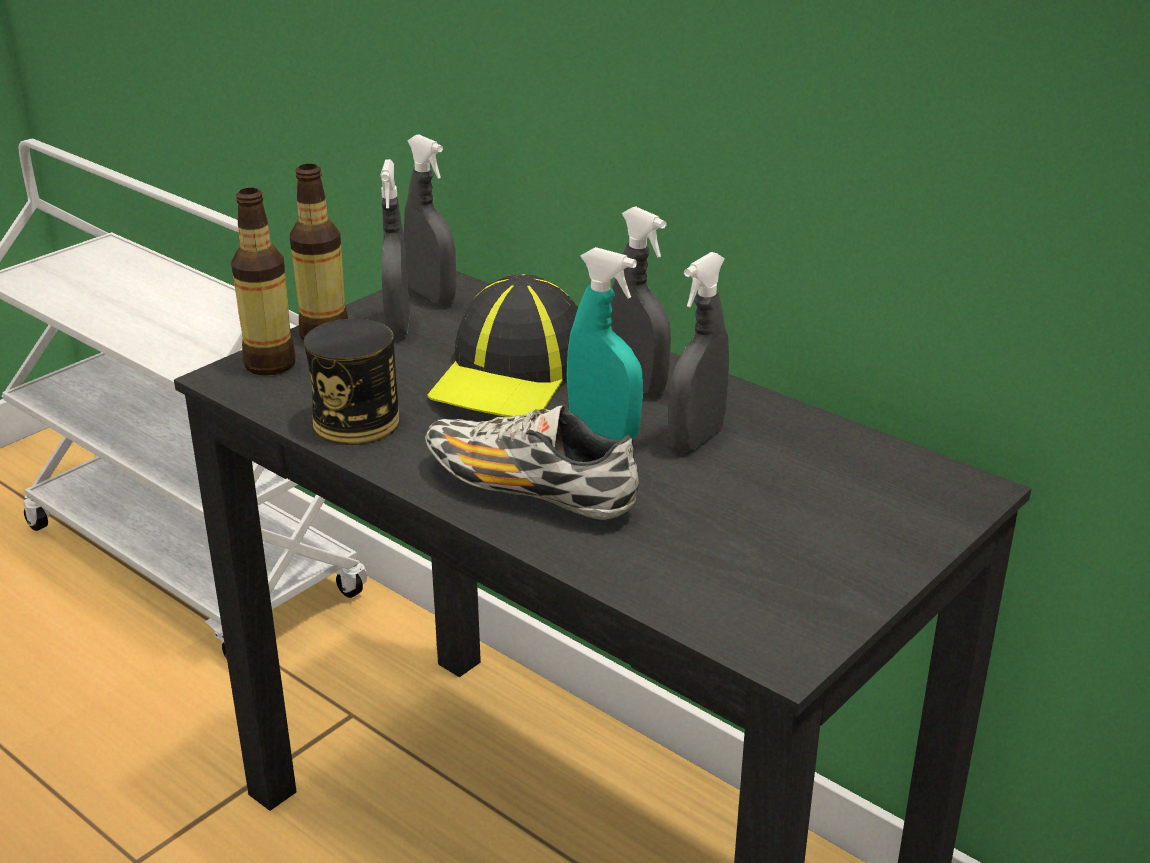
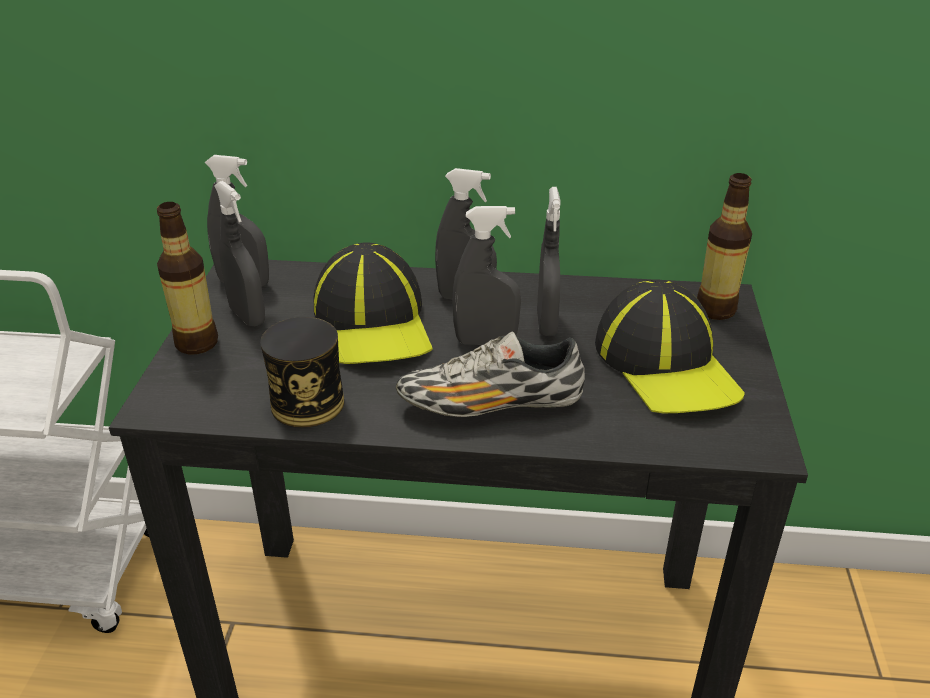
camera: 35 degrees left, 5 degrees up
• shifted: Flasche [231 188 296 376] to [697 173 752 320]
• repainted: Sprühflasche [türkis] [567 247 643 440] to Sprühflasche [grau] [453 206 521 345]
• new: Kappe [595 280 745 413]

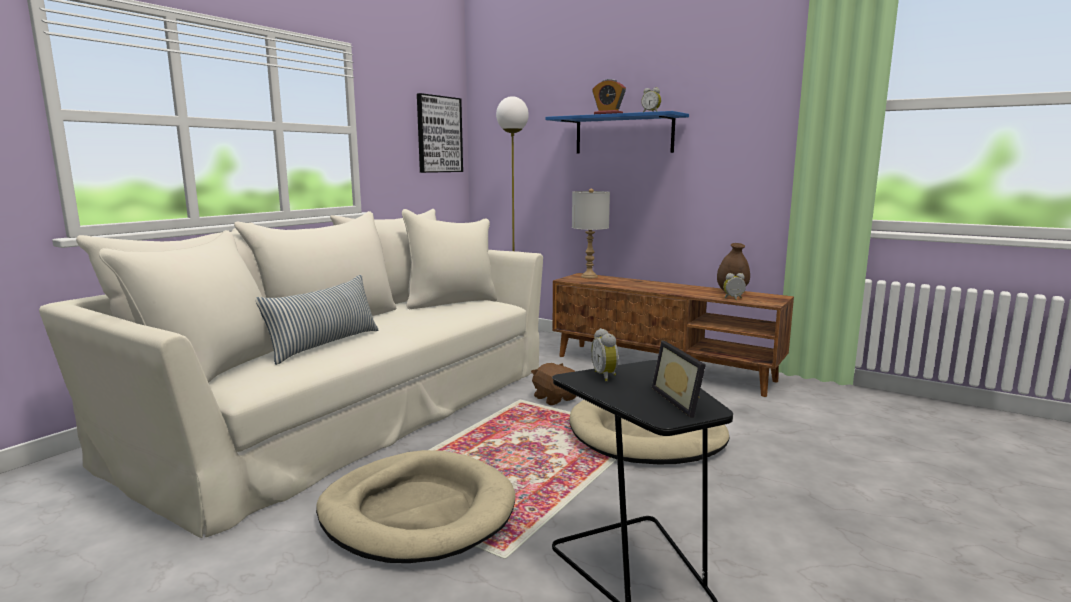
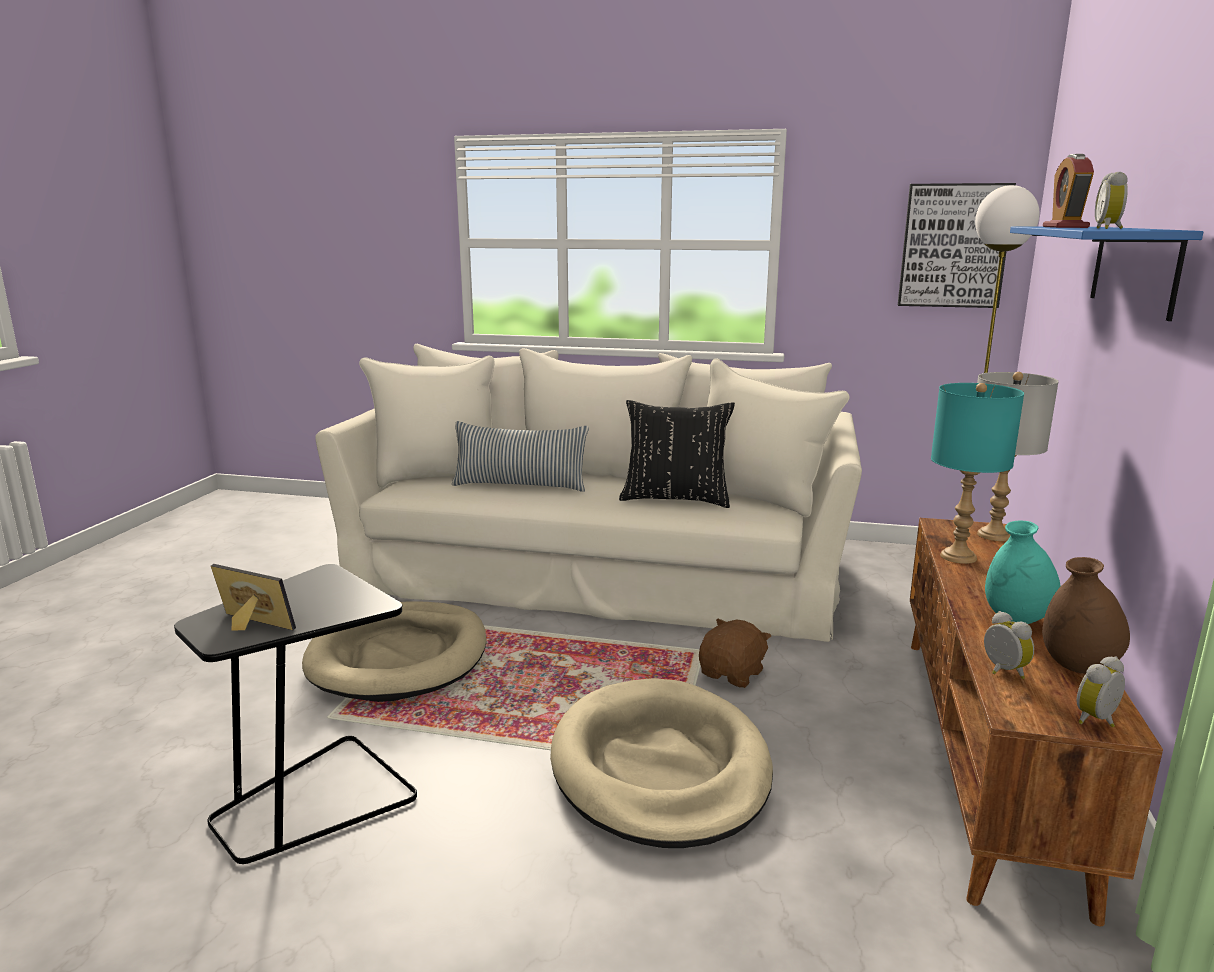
camera: 70 degrees right, 5 degrees up
• shifted: Wecker [591 328 619 381] to [1076 656 1125 727]
• rotated: Bilderrahmen [652 341 706 418] = [211 564 296 631] 60 degrees clockwise
• new: Kissen [schwarz] [619 400 735 508]
• new: Tischlampe [türkis] [931 383 1024 564]
• new: Vase [türkis] [985 520 1061 624]

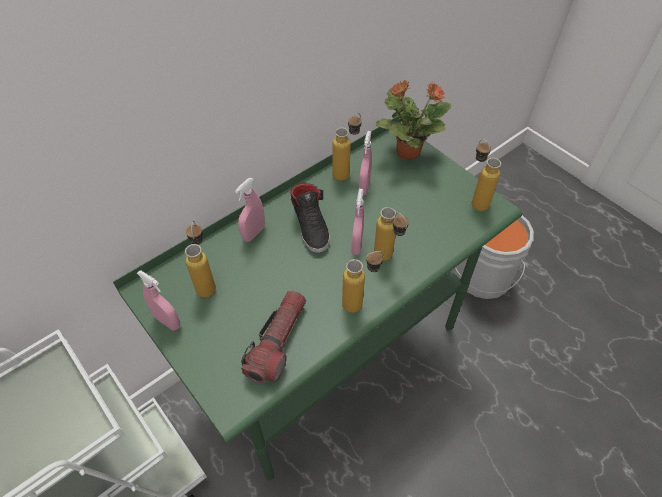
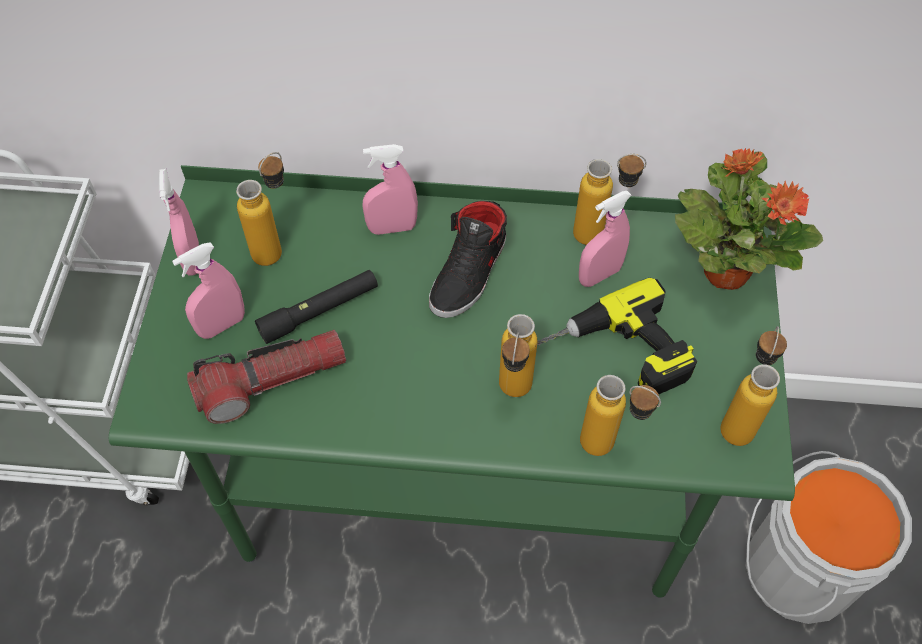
camera: 45 degrees right, 5 degrees up
• shifted: Flasche [342 251 384 313] to [580 375 661 456]
• shifted: Sprühflasche [rosa] [351 189 364 255] to [172 242 245 339]
• new: Taschenlampe [schwarz] [255 270 378 344]
• new: Bohrmaschine [537 278 697 394]

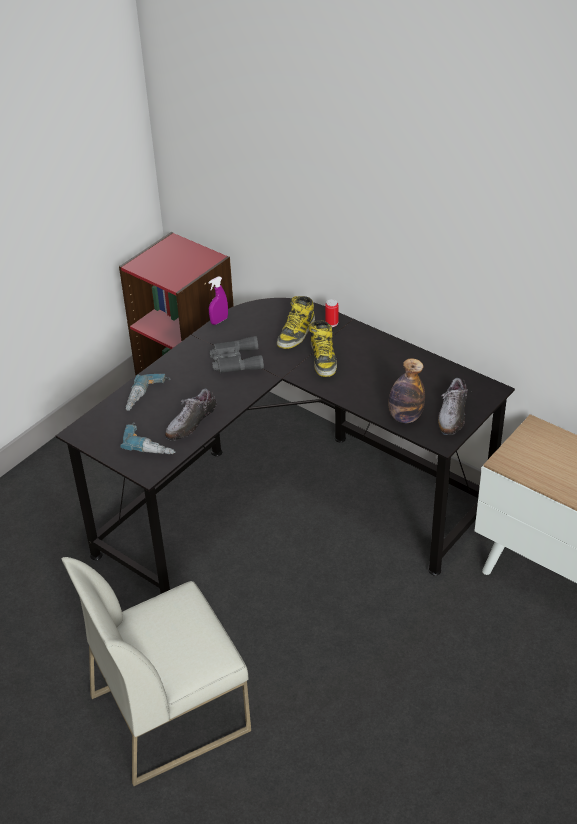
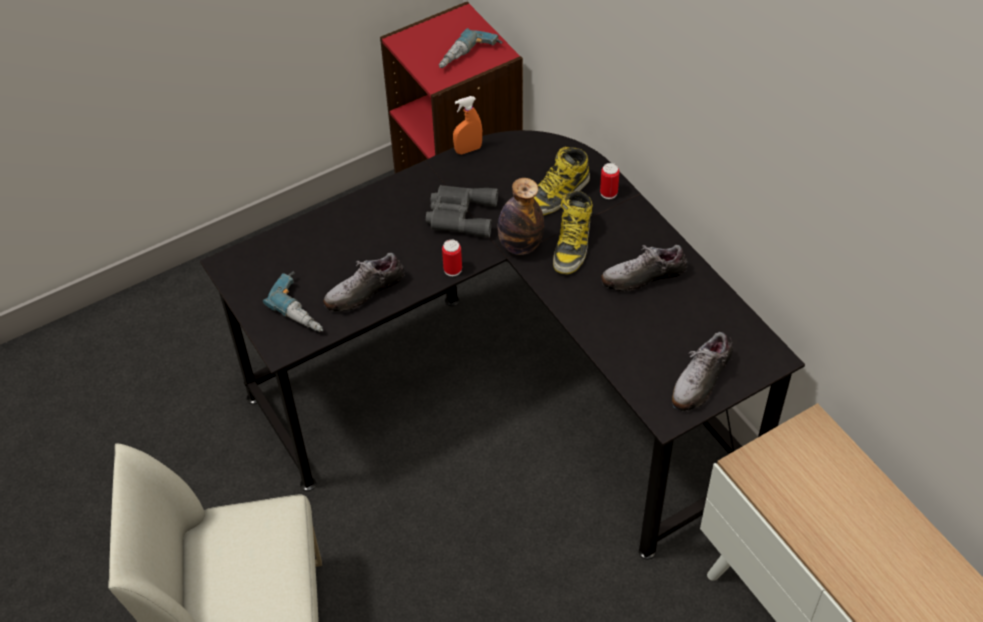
camera: 20 degrees right, 10 degrees up
• shifted: Bohrmaschine [126 374 171 411] to [439 28 503 68]
• repainted: Sprühflasche [lila] [208 276 228 325] to Sprühflasche [orange] [453 96 482 154]
• shifted: Flasche [388 358 425 423] to [497 178 544 255]
• new: Dose [442 240 462 276]
• new: Schuh [601 245 688 292]

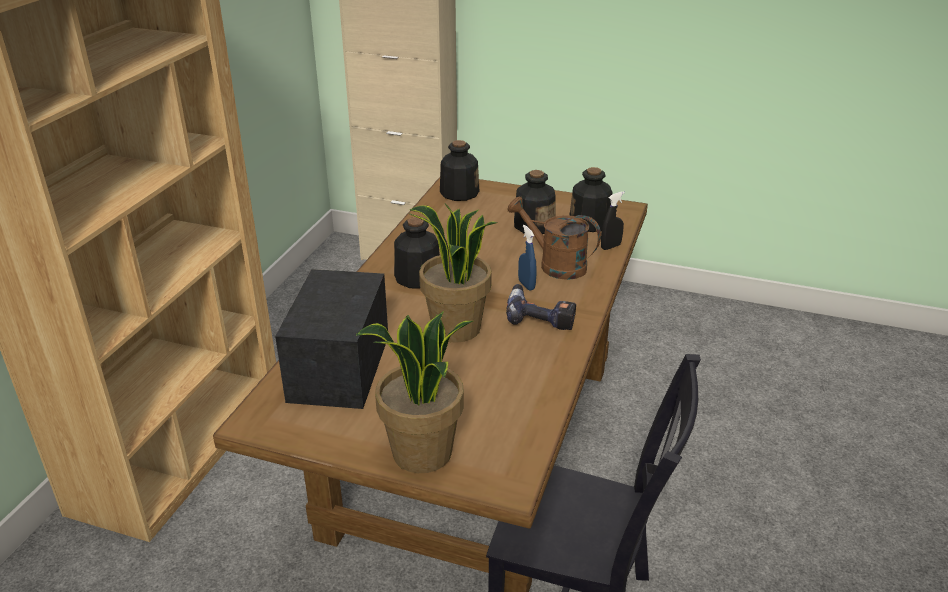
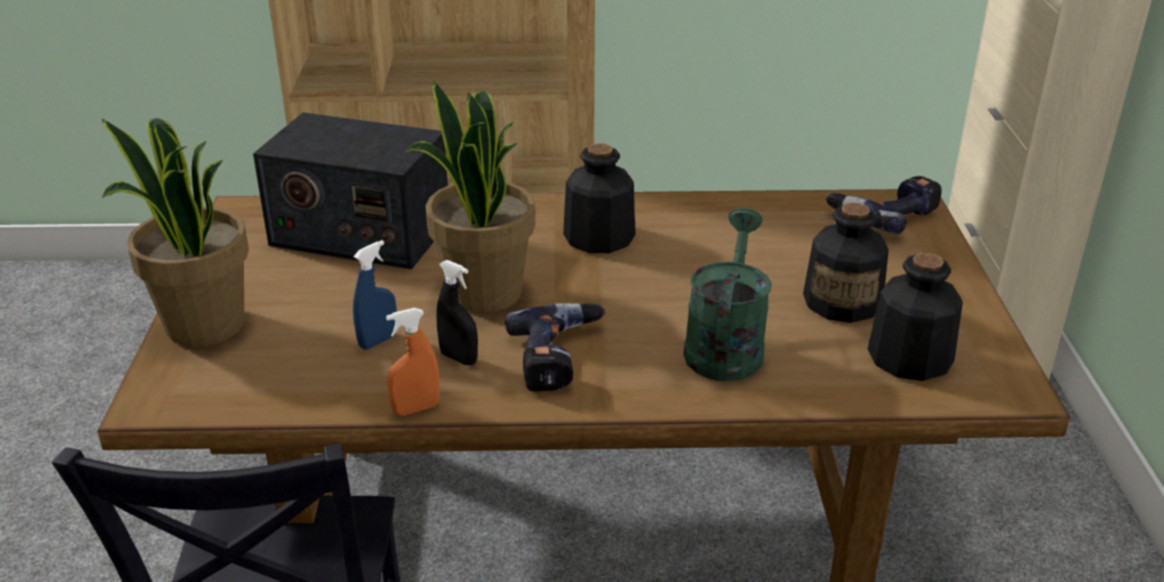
camera: 70 degrees right, 0 degrees up
• rotated: Radio [275 269 388 409] = [253 112 448 269] 150 degrees counterclockwise
• swapped: Flasche [440 140 480 201] to Bohrmaschine [826 176 942 234]
• repainted: Gießkanne [braun] [507 196 601 280] to Gießkanne [grün] [683 208 772 381]
• shifted: Sprühflasche [blau] [518 225 537 290] to [353 240 397 349]
• shifted: Sprühflasche [schwarz] [601 191 625 250] to [436 260 478 365]
• new: Sprühflasche [orange] [386 308 440 416]

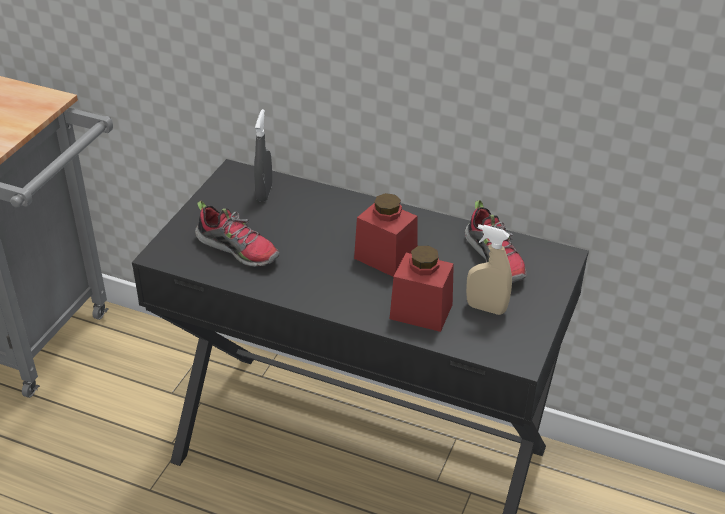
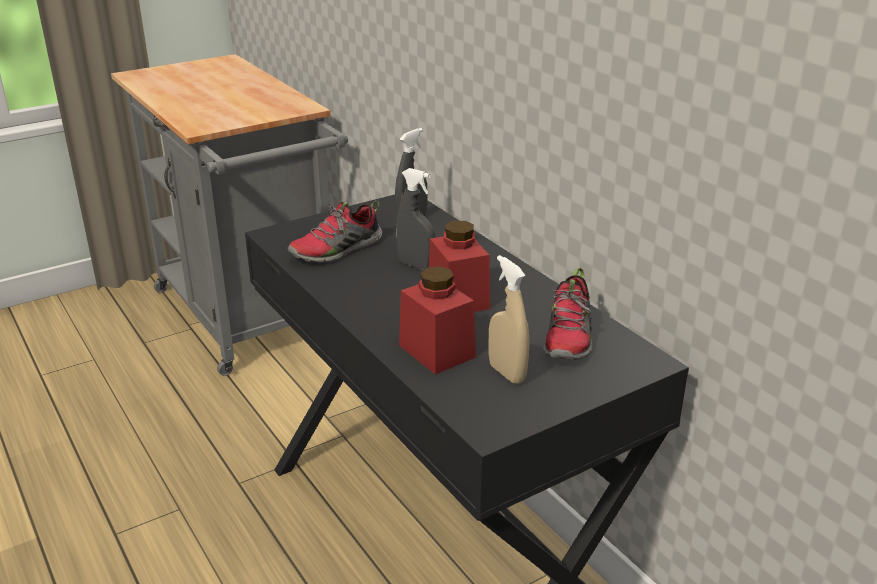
camera: 35 degrees right, 10 degrees down
• rotated: Schuh [195 201 279 267] = [288 201 382 263] 75 degrees clockwise
• new: Sprühflasche [grau] [396 168 435 270]

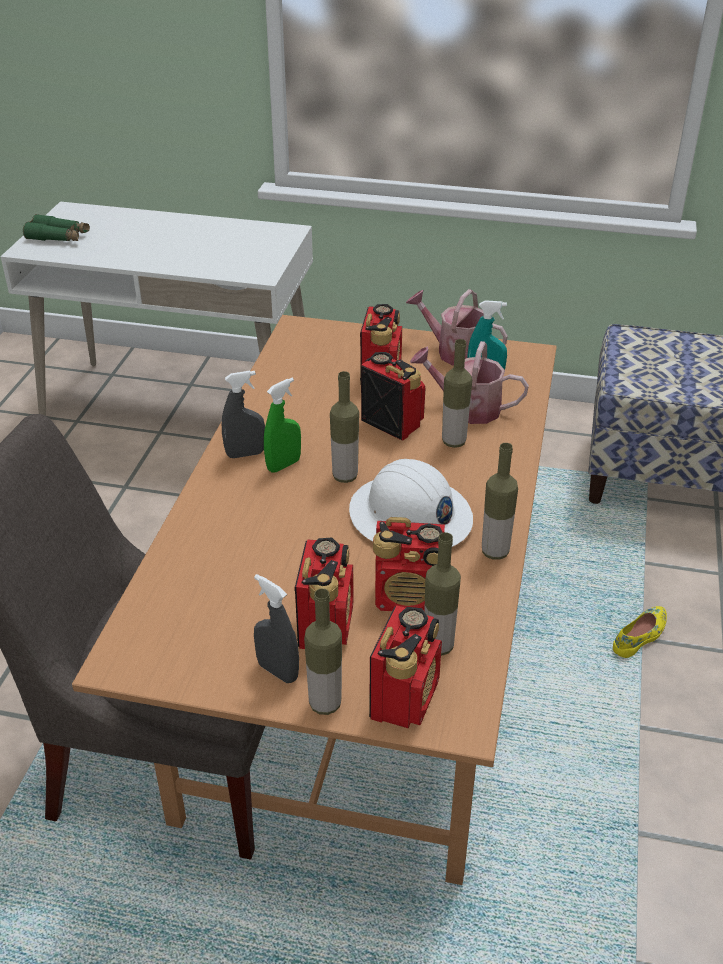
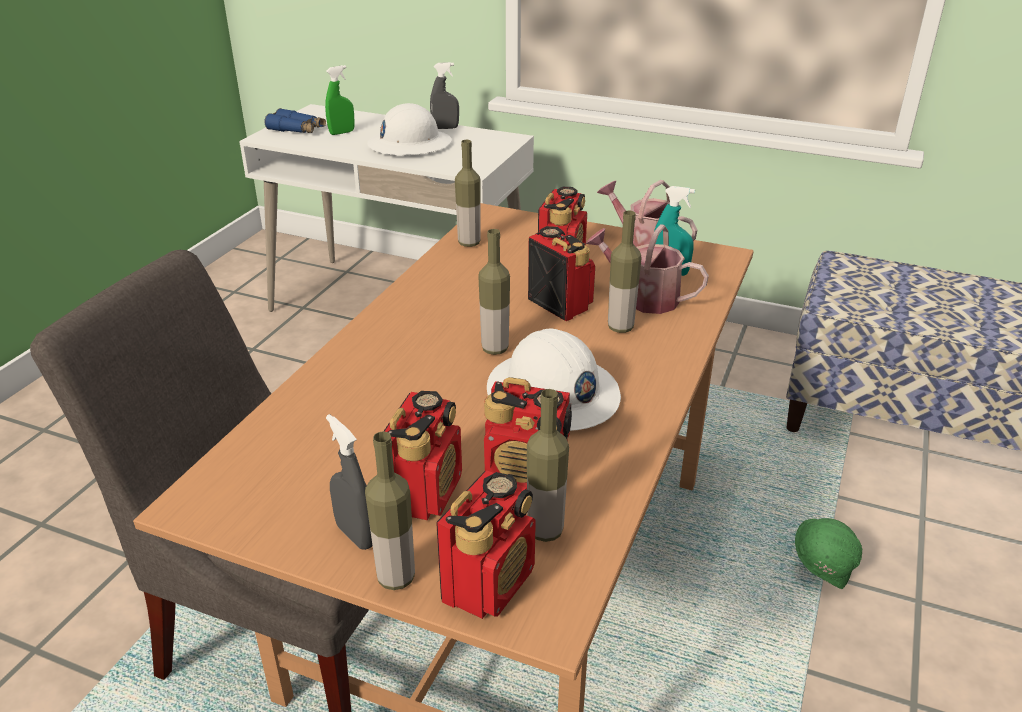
camera: 10 degrees right, 5 degrees down
• repainted: Fernglas [grün] [23 214 90 241] to Fernglas [blau] [264 108 326 133]
• shifted: Sprühflasche [grau] [222 371 265 458] to [430 62 459 129]
• shifted: Sprühflasche [grün] [264 378 301 473] to [325 65 355 135]
• shifted: Flasche [482 443 518 560] to [455 140 481 247]
• swapped: Schuh [gelb] [613 606 667 658] to Schutzhelm [grün] [795 518 862 589]
• new: Schutzhelm [weiß] [367 103 452 155]

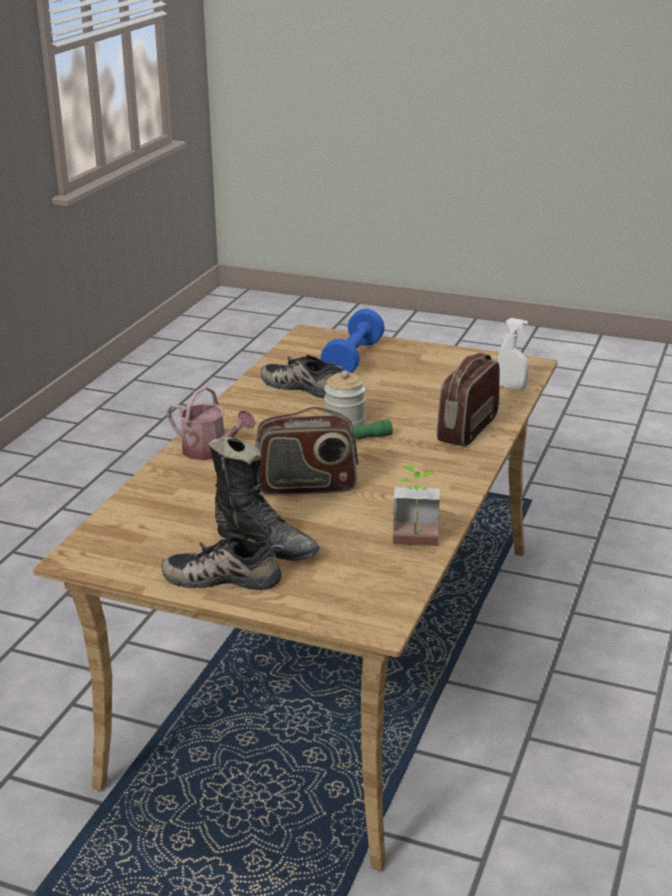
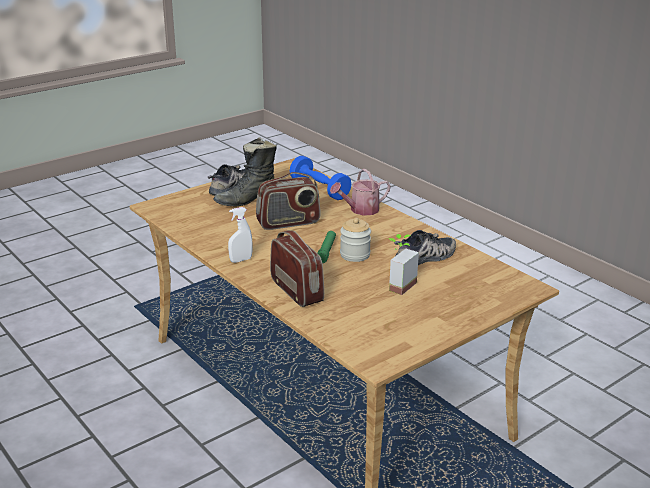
camera: 120 degrees right, 0 degrees up
• rotated: Radio [255 407 358 495] = [256 172 320 230] 135 degrees counterclockwise
• shifted: Hantel [blau] [321 309 385 373] to [290 156 351 200]
• shifted: Topfpflanze [393 465 440 546] to [389 234 419 295]
• shifted: Sprühflasche [weiß] [497 318 529 390] to [228 207 252 263]

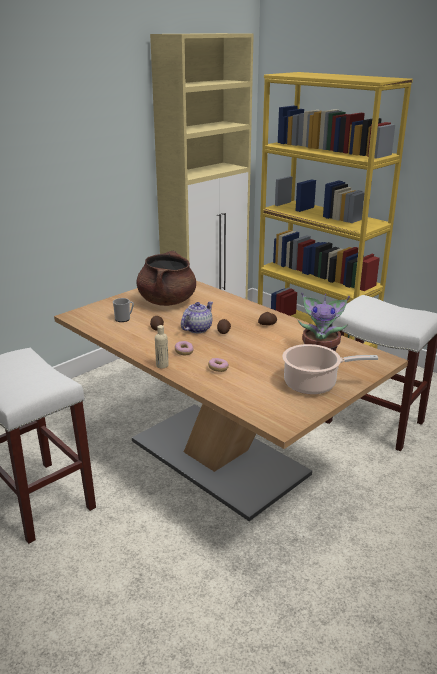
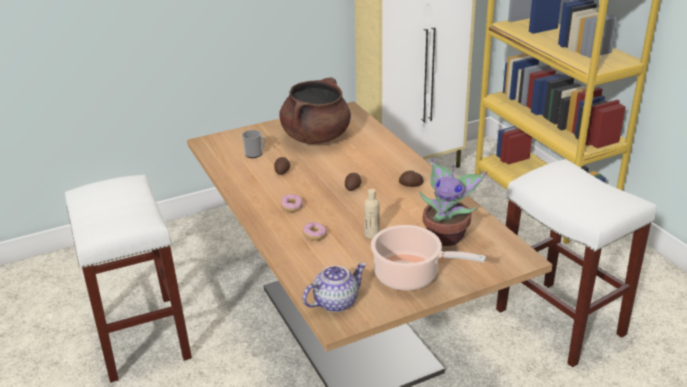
camera: 20 degrees right, 5 degrees up
• shifted: Flasche [beige] [155 325 169 368] to [364 189 380 239]
• shifted: Teekanne [181 301 213 333] to [302 262 367 312]

